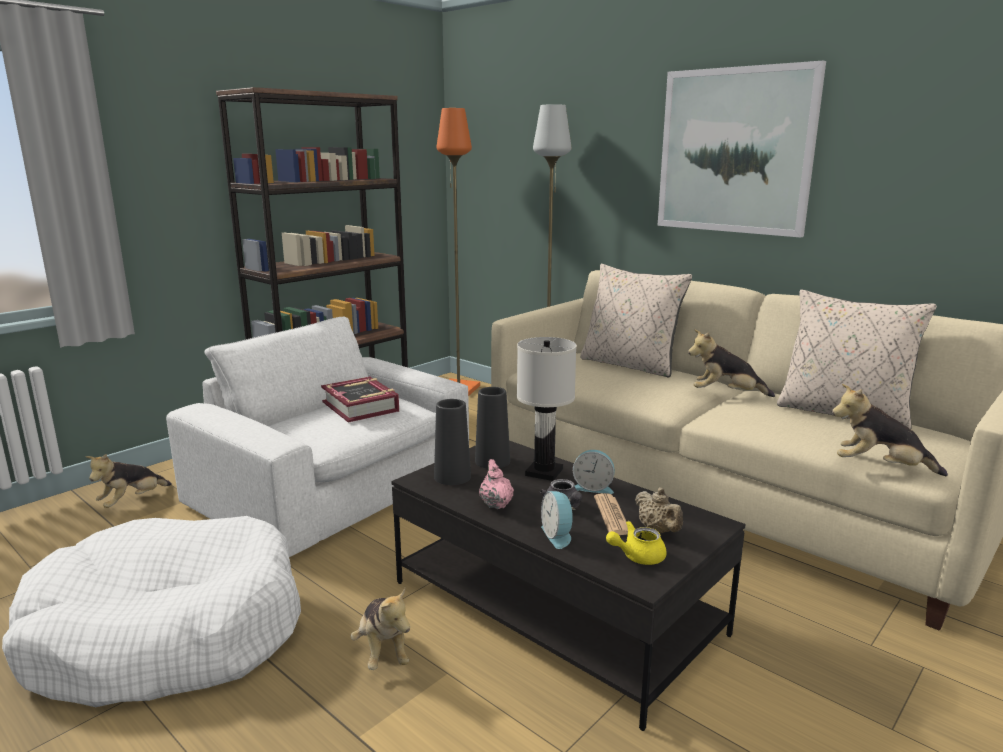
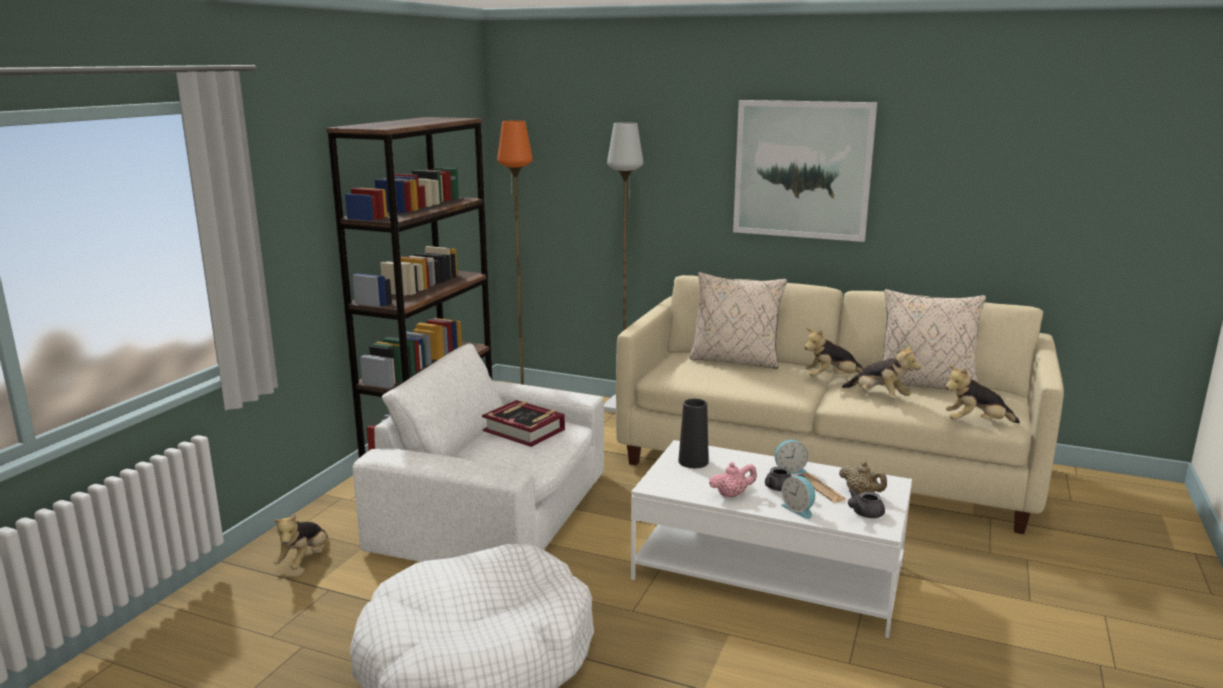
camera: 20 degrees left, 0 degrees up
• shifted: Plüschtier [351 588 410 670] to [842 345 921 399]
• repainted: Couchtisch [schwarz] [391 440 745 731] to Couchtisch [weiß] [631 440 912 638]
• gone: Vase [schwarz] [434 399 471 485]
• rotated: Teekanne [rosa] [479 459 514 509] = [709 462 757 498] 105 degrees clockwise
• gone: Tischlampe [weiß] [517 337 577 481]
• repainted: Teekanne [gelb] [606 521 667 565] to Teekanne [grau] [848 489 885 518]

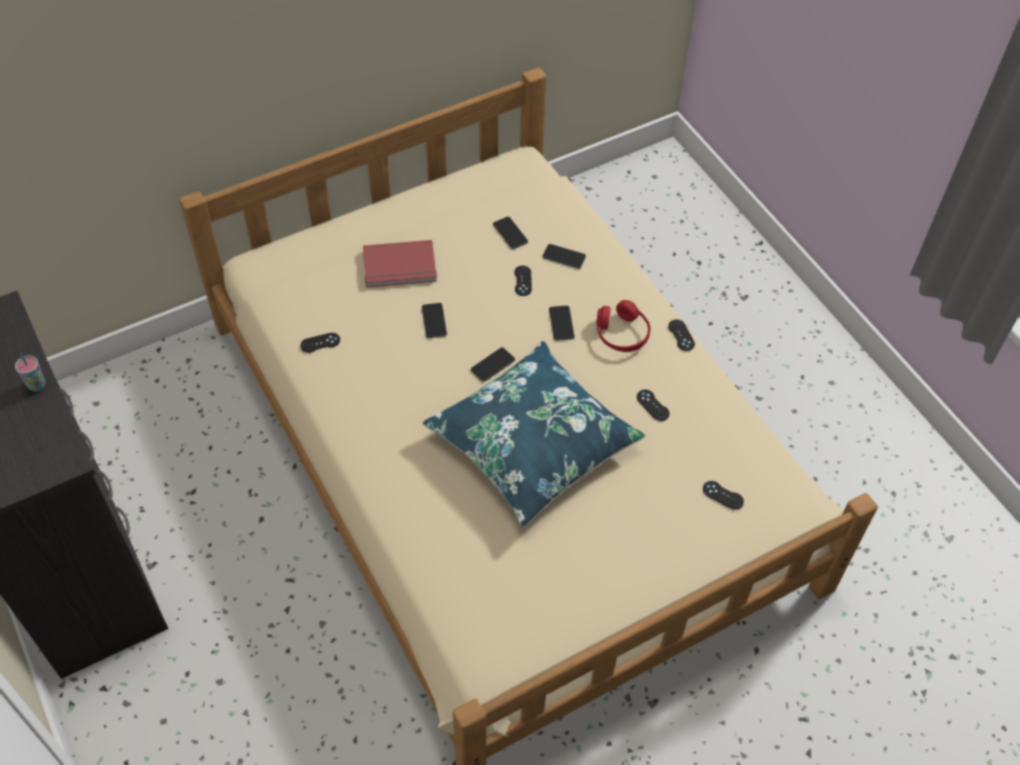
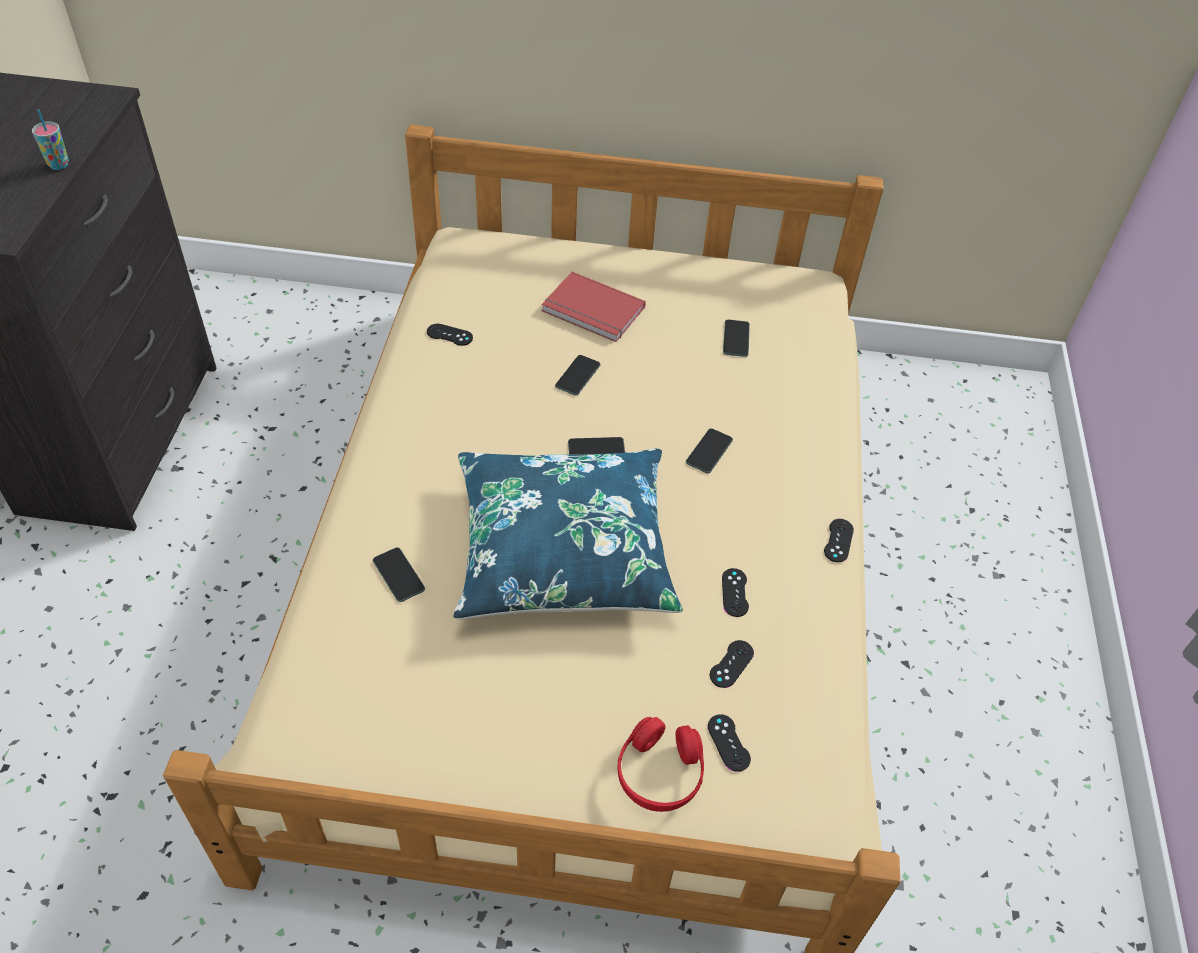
camera: 35 degrees right, 5 degrees down
• shifted: Gamepad [schwarz] [514 266 532 296] to [710 640 754 688]
• shifted: Handy [542 244 586 269] to [373 547 425 602]
• shifted: Kopfhörer [rot] [596 300 650 352] to [617 717 704 812]

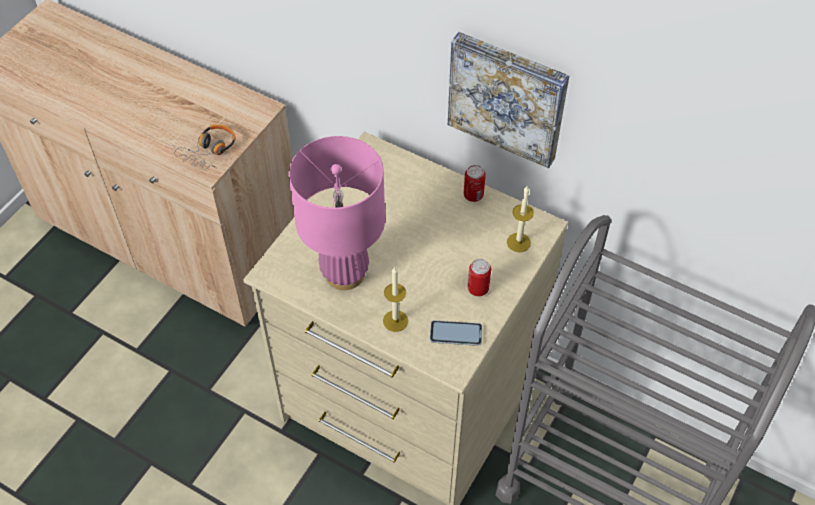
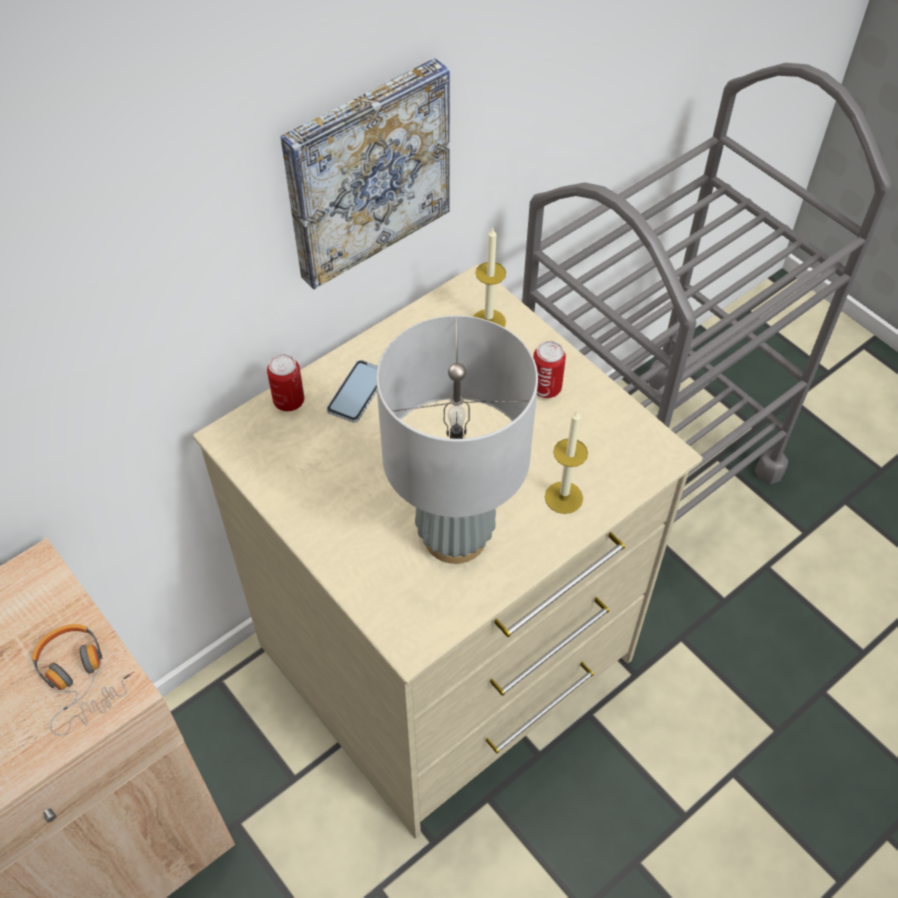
camera: 70 degrees left, 0 degrees up
• repainted: Tischlampe [rosa] [289 136 385 290] to Tischlampe [grau] [376 316 538 564]
• shifted: Handy [430 320 482 346] to [326 360 378 423]
• shifted: Dose [464 165 486 202] to [267 354 304 411]

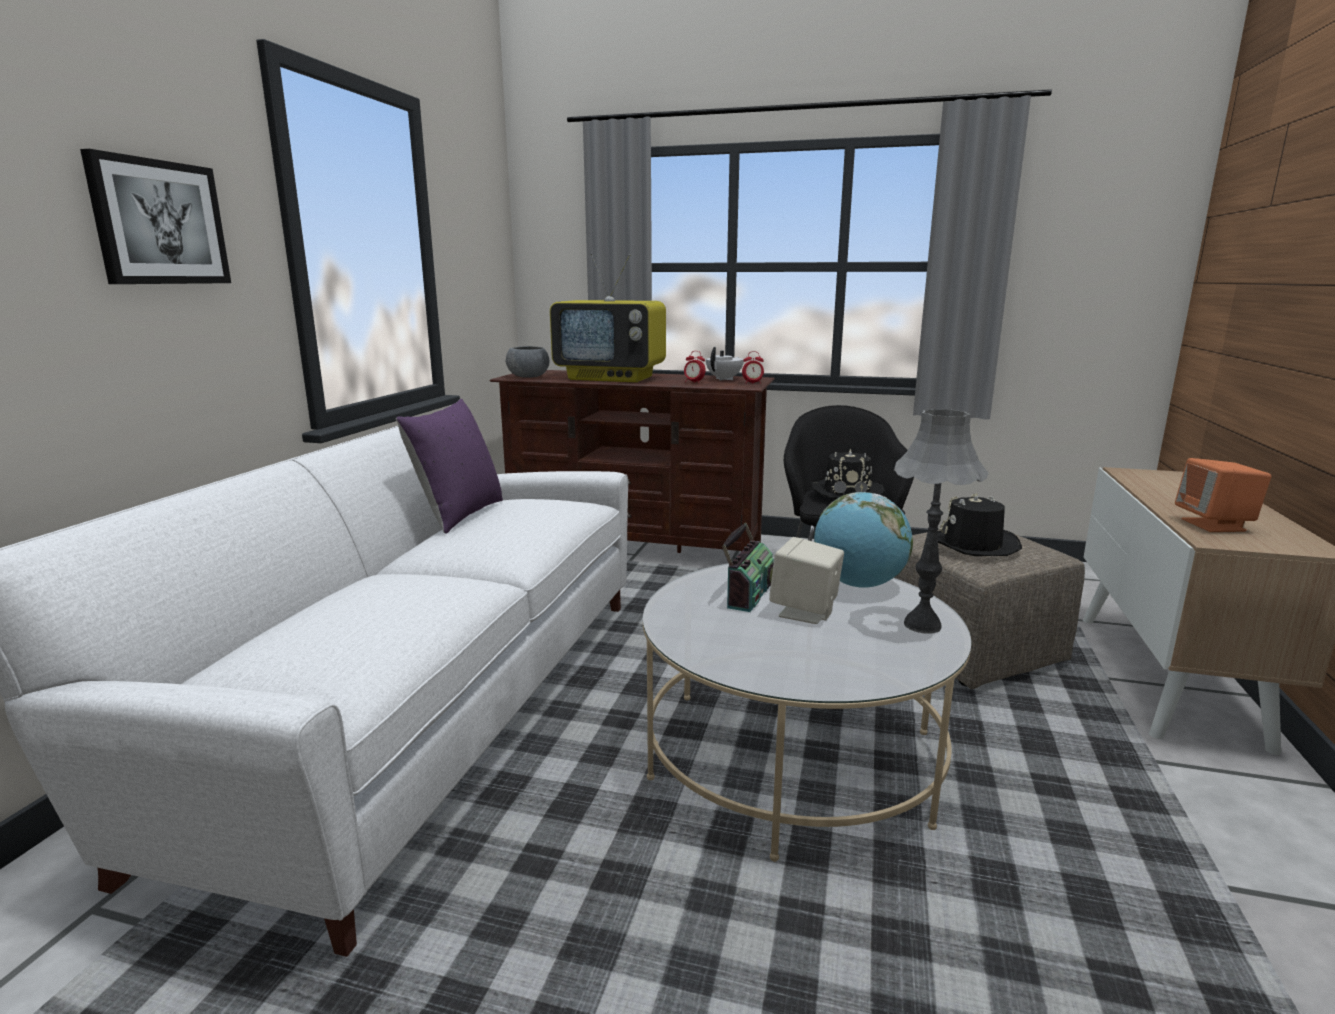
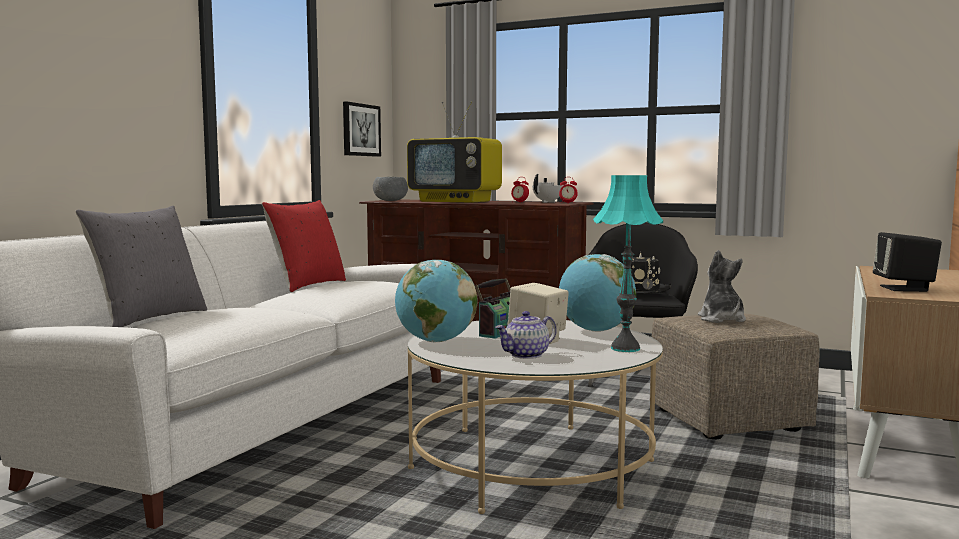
camera: 10 degrees right, 10 degrees down
• shifted: Bild [80 149 231 284] to [343 101 381 157]
• repainted: Kissen [lila] [396 399 503 534] to Kissen [rot] [262 200 346 292]
• repainted: Tischlampe [grau] [894 409 989 634] to Tischlampe [türkis] [593 175 663 352]
• swapped: Hut [schwarz] [937 492 1022 556] to Plüschtier [698 250 746 323]
• repainted: Lautsprecher [orange] [1175 458 1271 532] to Lautsprecher [schwarz] [873 232 942 292]
• new: Kissen [grau] [75 206 207 327]
• new: Globus [395 260 477 342]
• new: Teekanne [495 311 557 359]

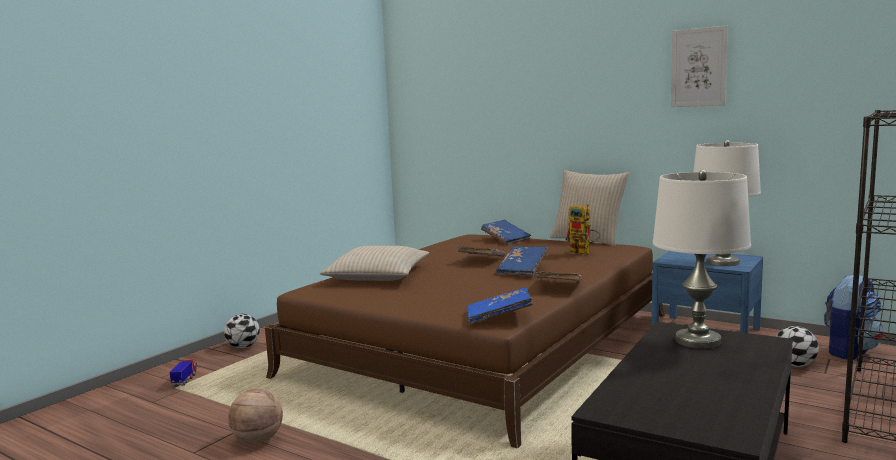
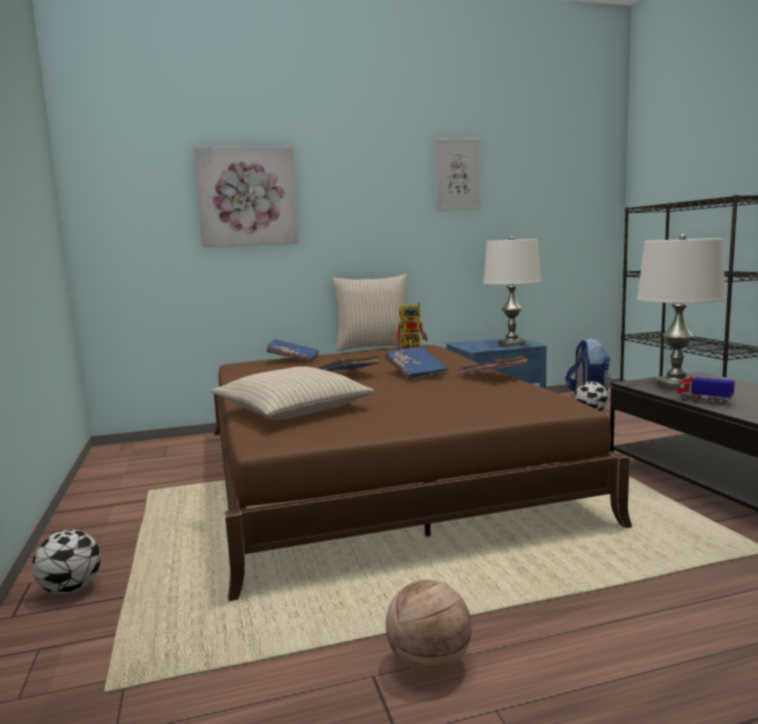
camera: 50 degrees left, 0 degrees up
• shifted: Spielzeuglaster [170 360 197 387] to [677 376 735 405]
• gone: Buch [blau] [467 288 533 324]
• new: Bild [193 146 299 247]

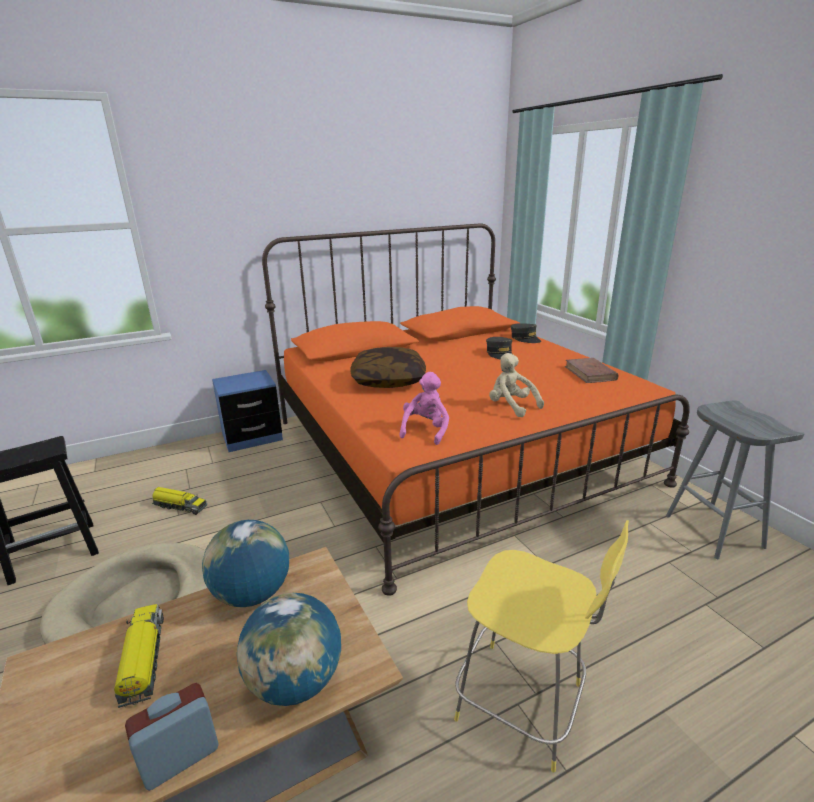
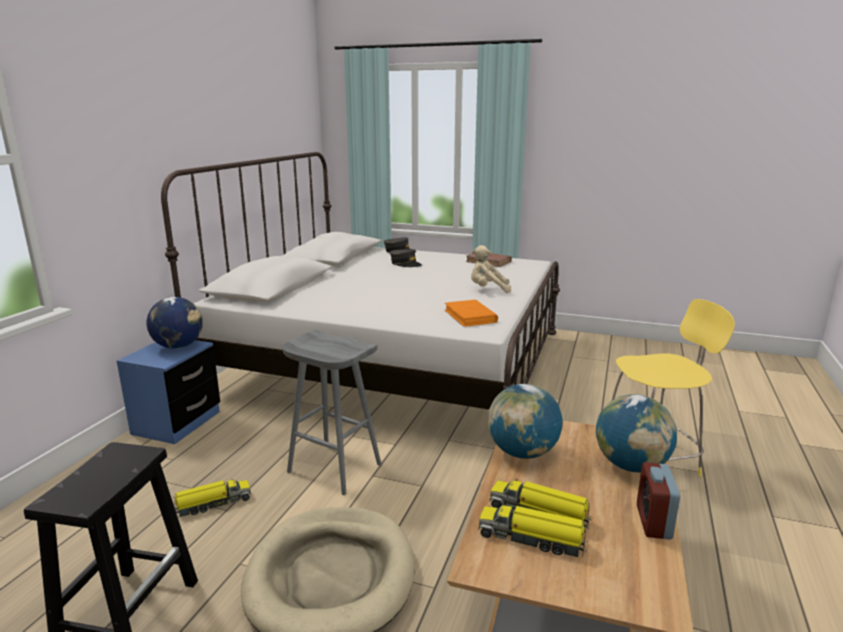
camera: 45 degrees left, 5 degrees down
• repainted: Bett [orange] [262 223 690 596] to Bett [weiß] [161 152 560 409]
• gone: Kissen [350 347 426 388]
• swapped: Plüschtier [rosa] [399 372 449 445] to Buch [orange] [445 300 498 327]
• shifted: Hocker [grau] [666 400 805 559] to [283 330 381 495]
• new: Globus [146 297 203 349]
• new: Spielzeuglaster [479 504 588 557]

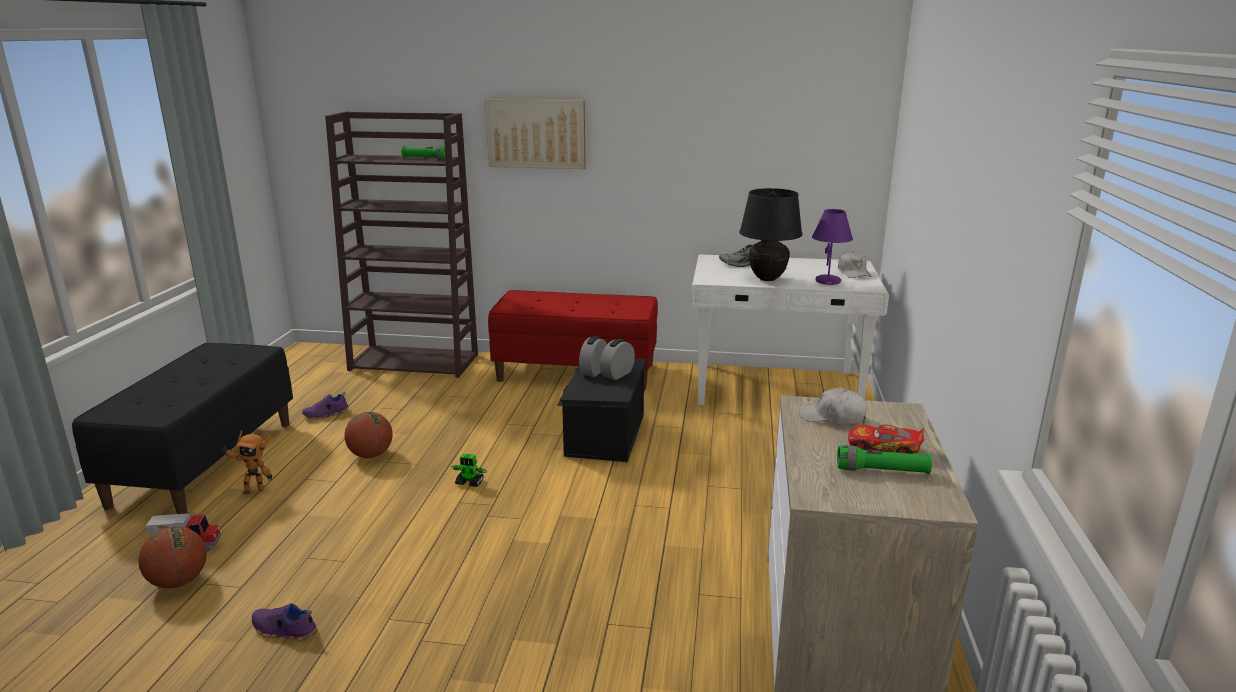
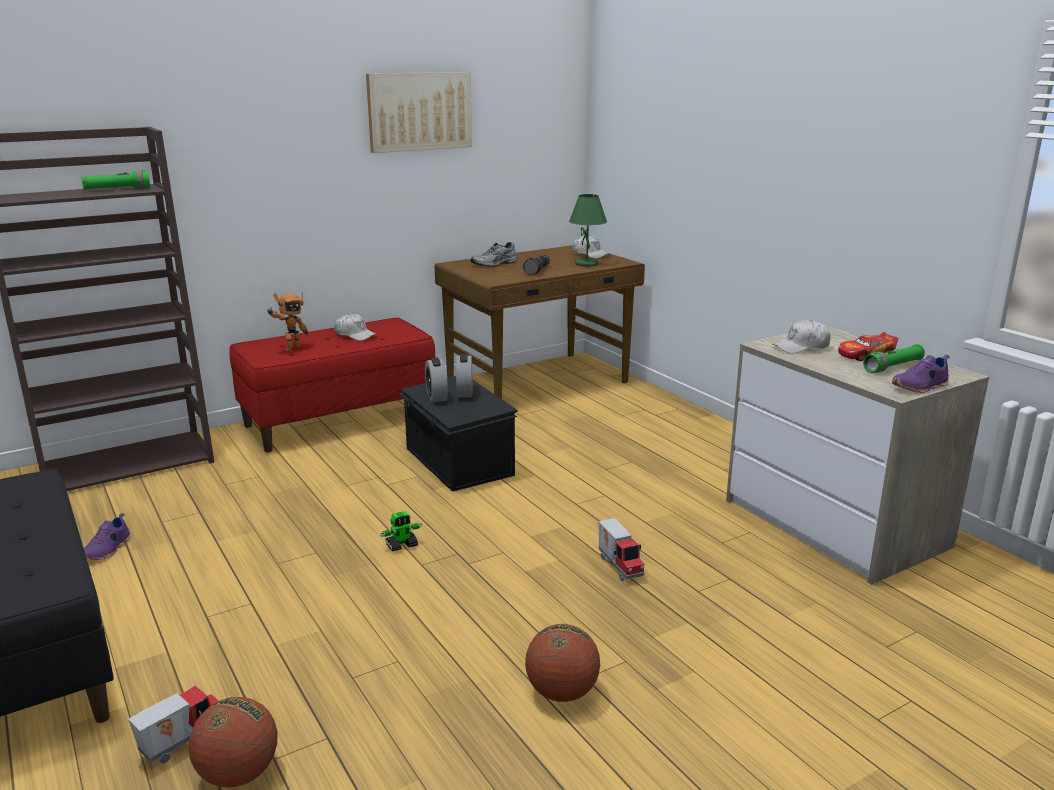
camera: 40 degrees left, 0 degrees up
• shifted: Spielzeugroboter [220 430 272 494] to [267 292 308 352]
• shifted: Schuh [lila] [252 603 318 641] to [892 354 950 393]
• shifted: Basketball [344 412 393 458] to [525 624 600 702]
• shifted: Bild [485 99 586 169] to [366 72 472 153]
• repainted: Schreibtisch [weiß] [691 254 889 405] to Schreibtisch [braun] [435 245 645 399]
• swapped: Tischlampe [schwarz] [739 188 803 281] to Taschenlampe [523 255 550 275]
• repainted: Tischlampe [lila] [812 209 853 285] to Tischlampe [grün] [569 194 607 266]
• new: Kappe [weiß] [334 314 377 341]
• new: Spielzeuglaster [598 518 644 581]

